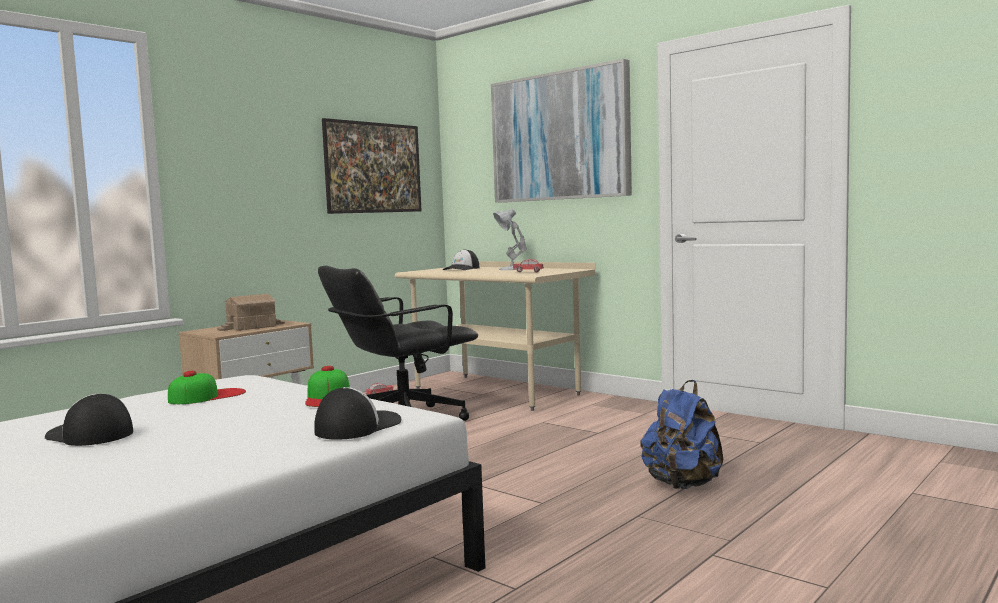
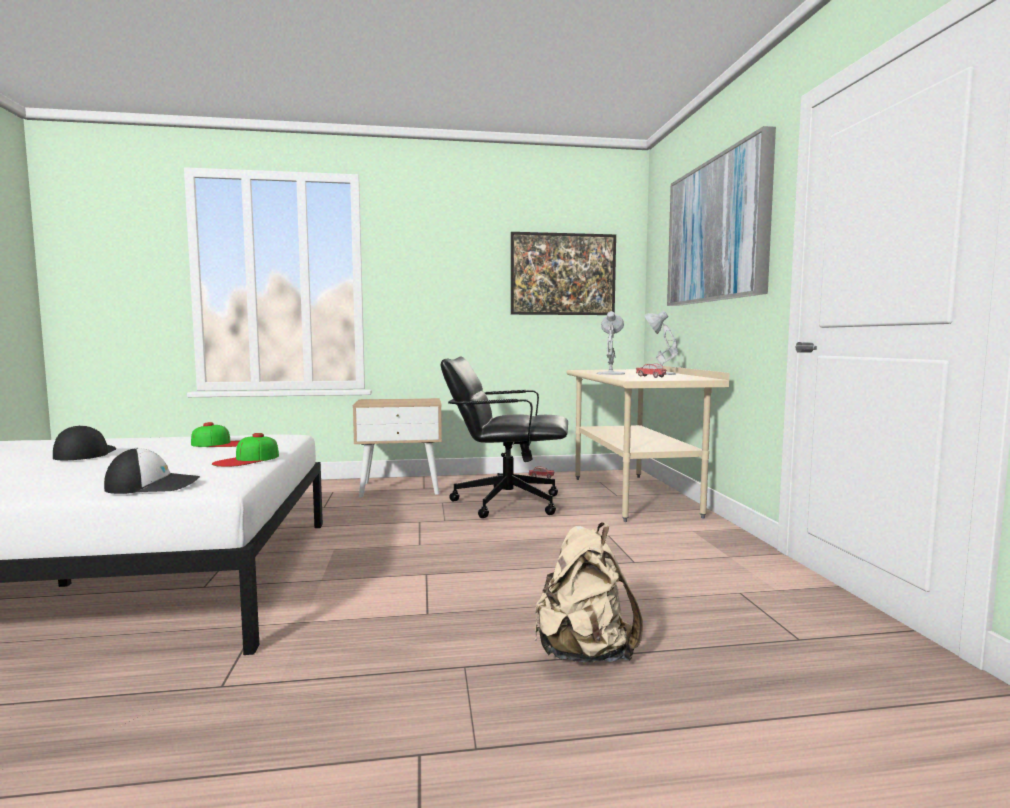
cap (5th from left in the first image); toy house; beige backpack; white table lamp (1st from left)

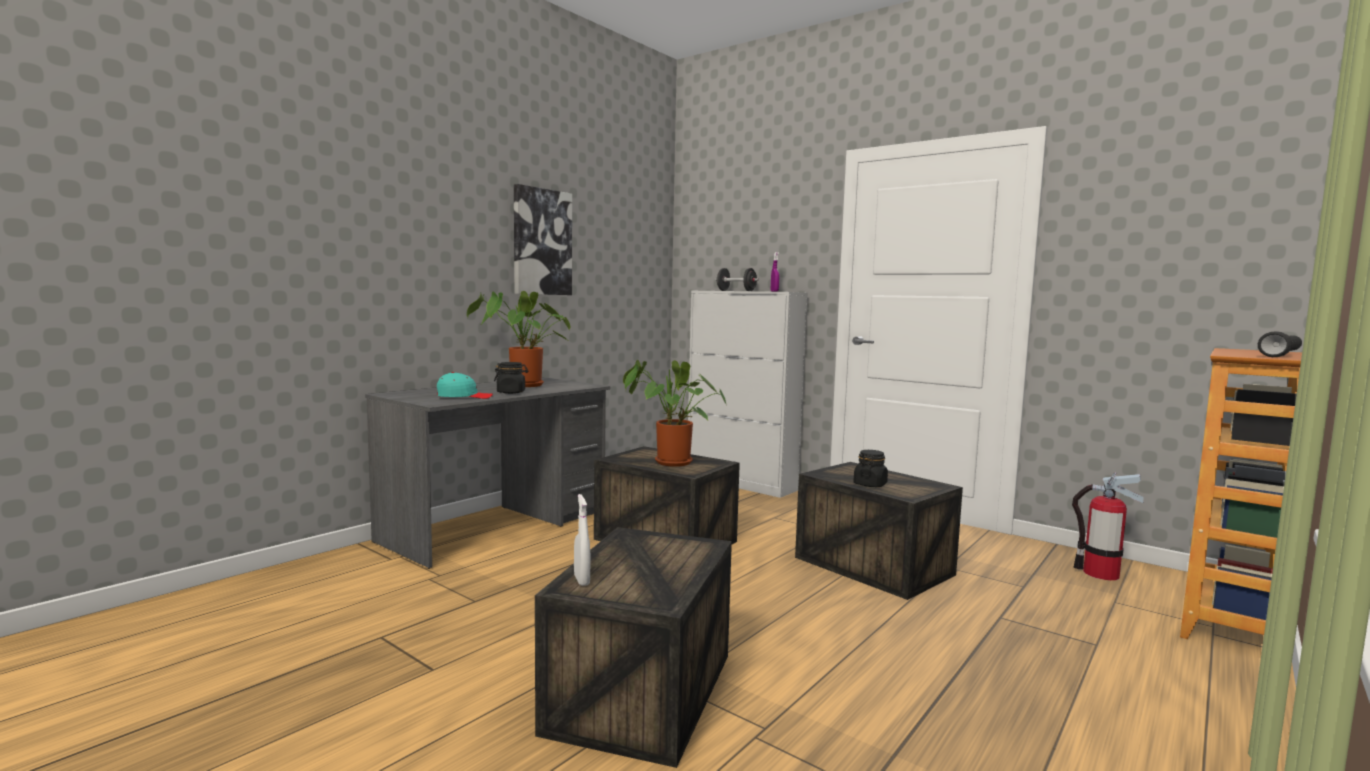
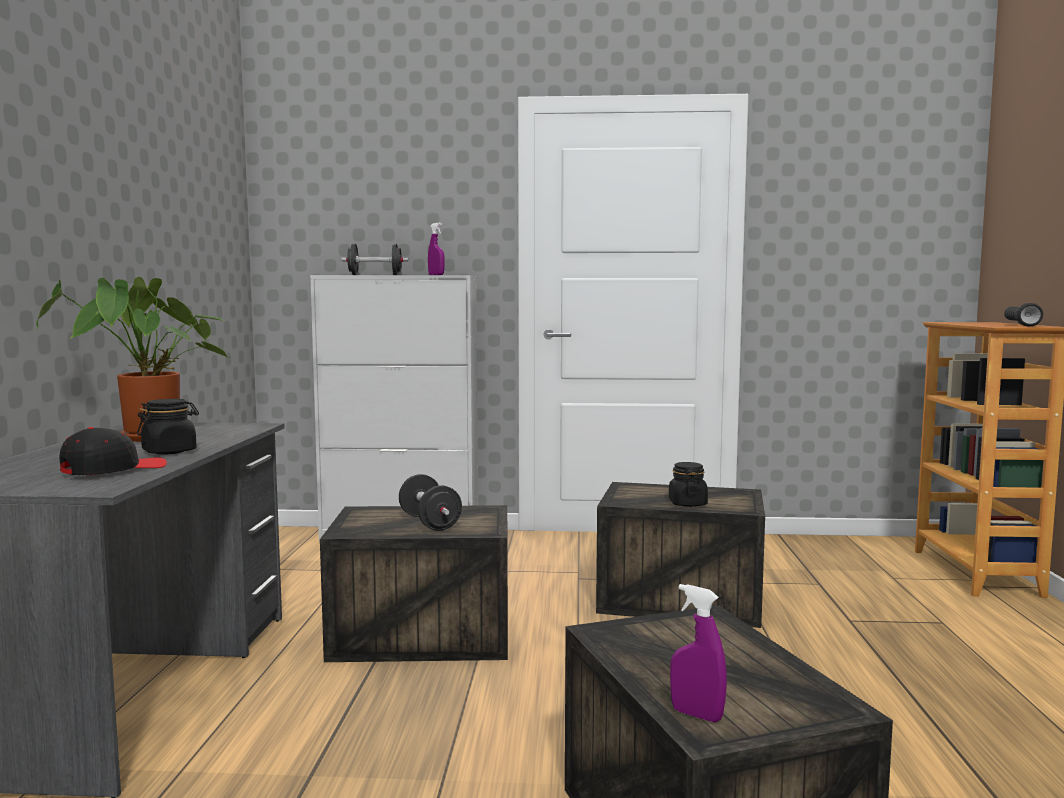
picture; black dumbbell (2nd from left); black cap; fire extinguisher; purple spray bottle (2nd from left)

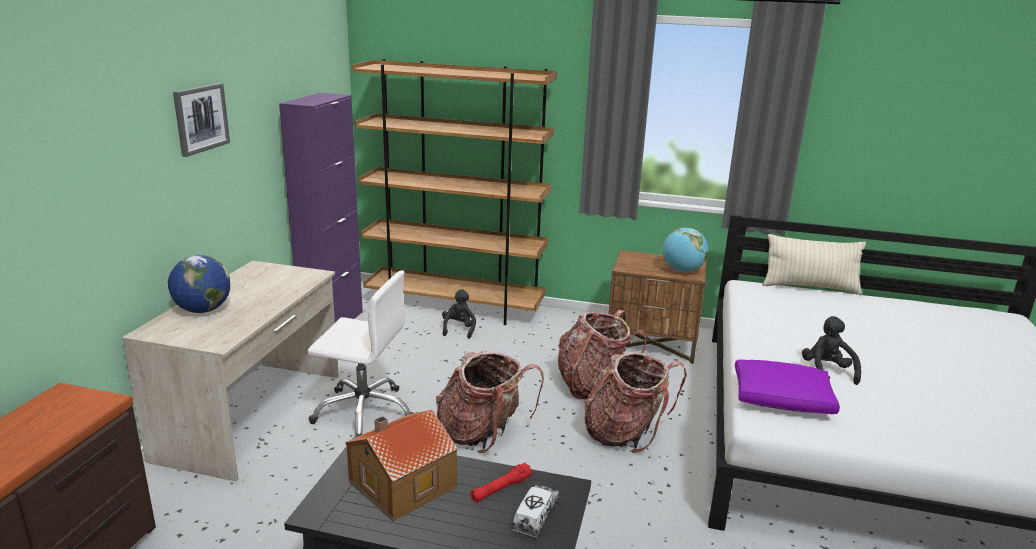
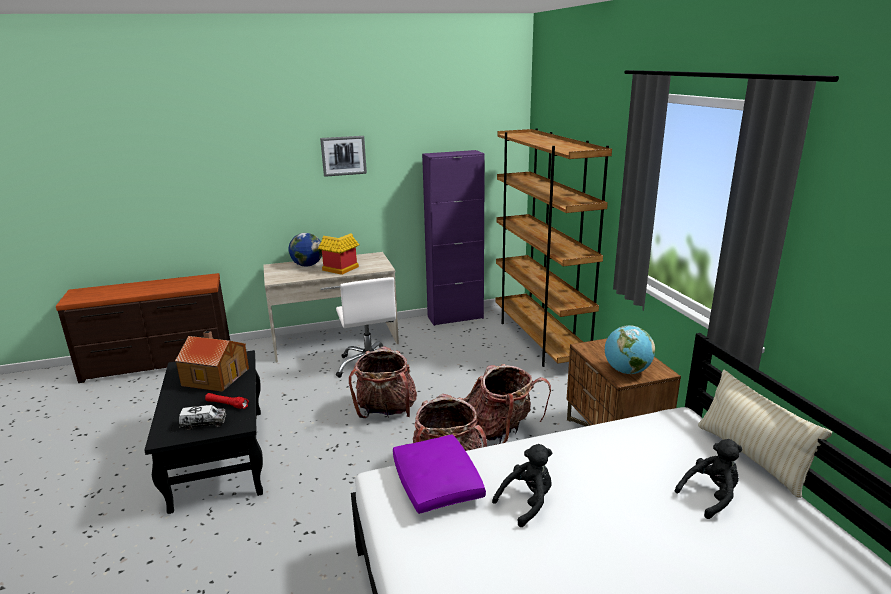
black plush toy (2nd from left); toy house (2nd from left)

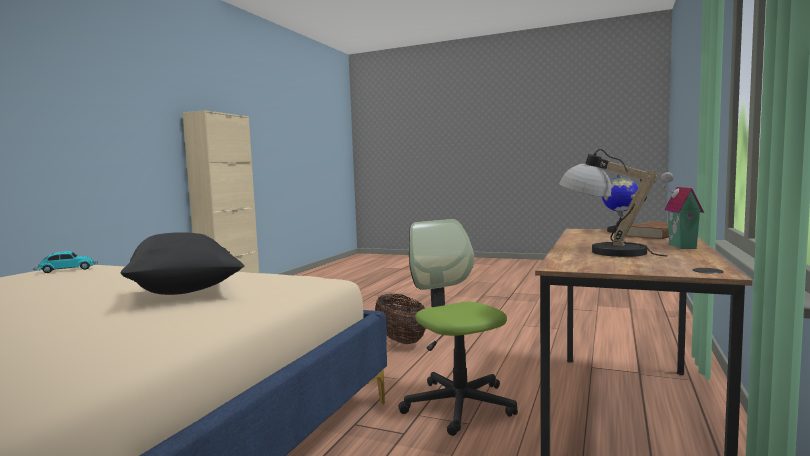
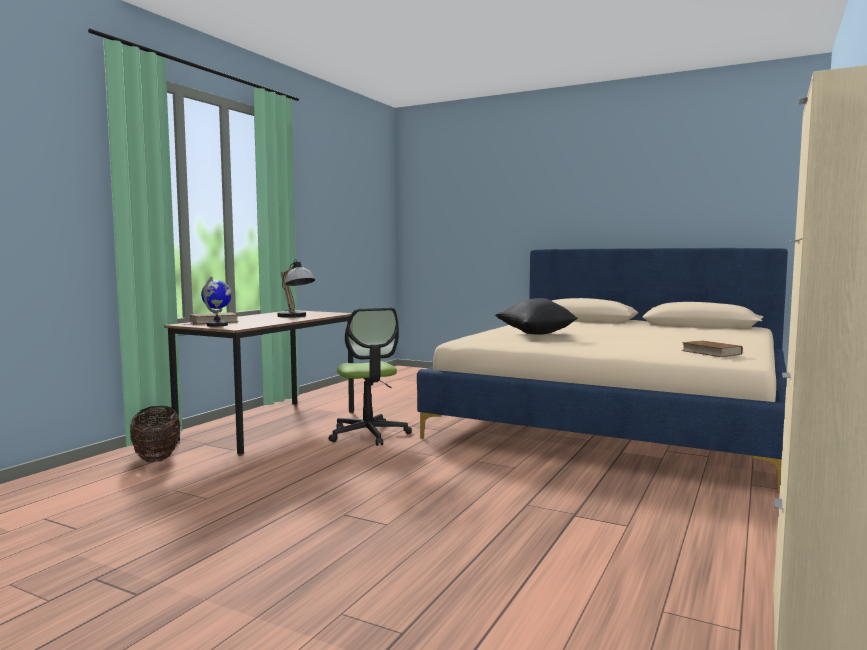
toy house; brown book (2nd from left); basket

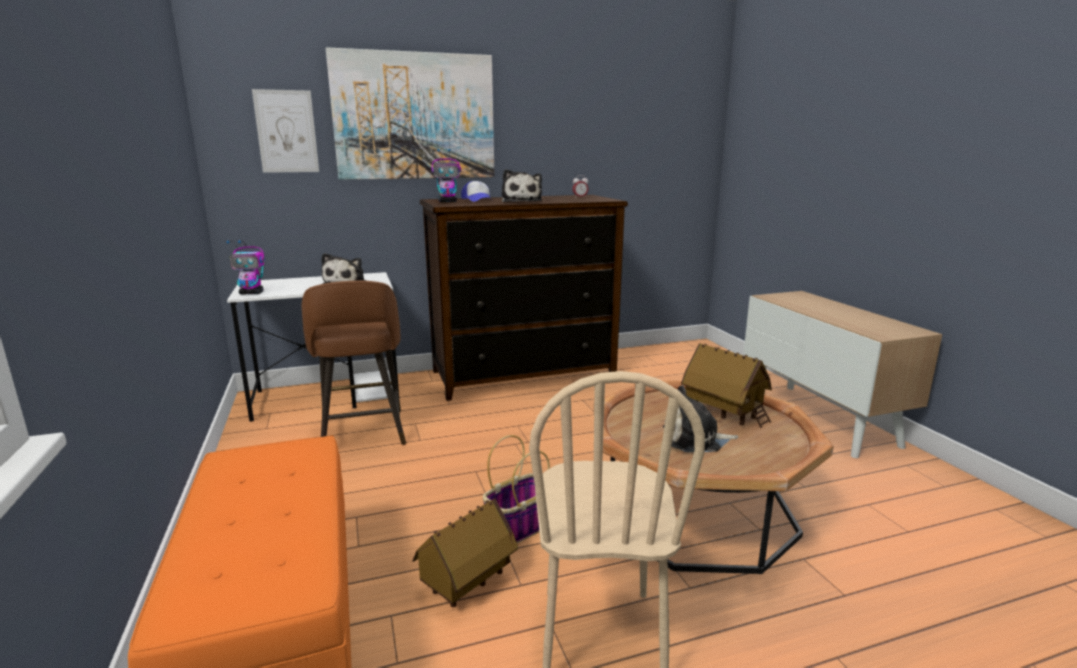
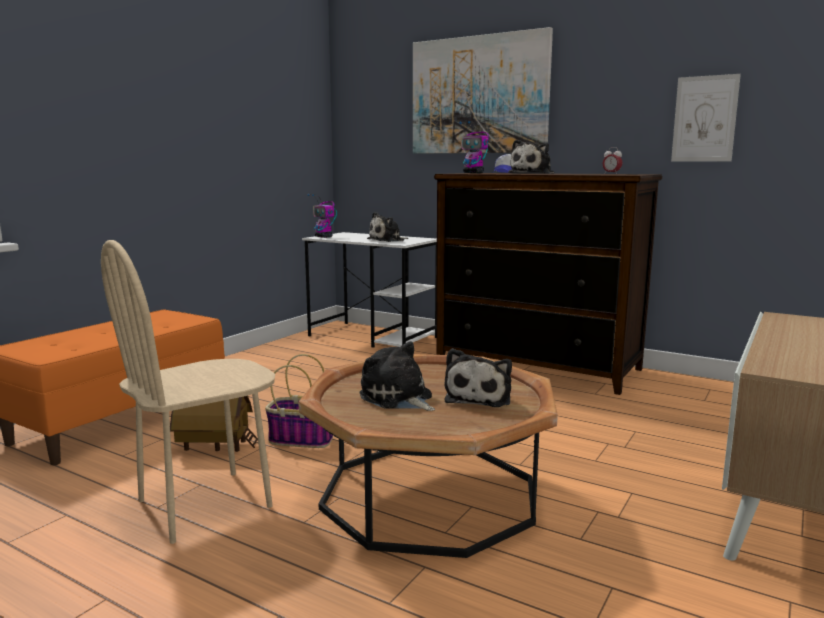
picture (2nd from left); brown stool; plush toy (3rd from left)

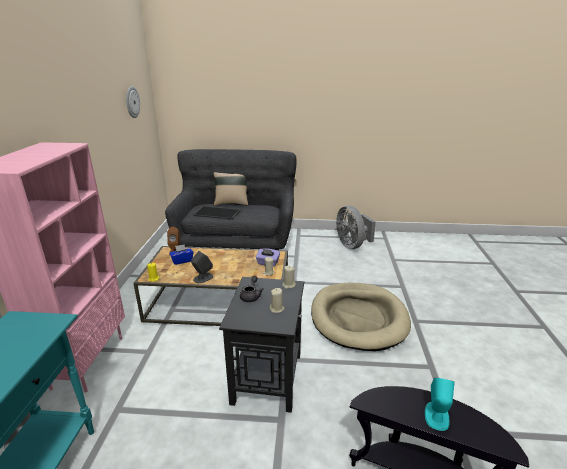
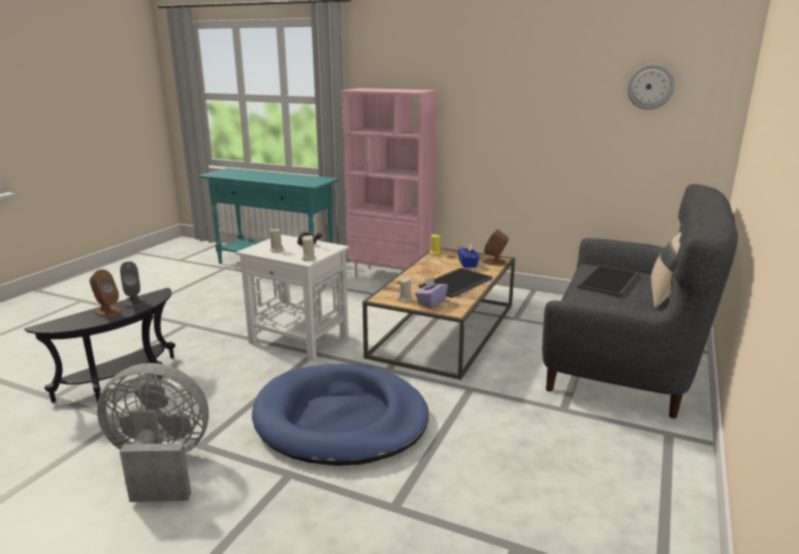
grey fan; grey speaker; white side table; blue dog bed; brown speaker (1st from left); tray (1st from left)

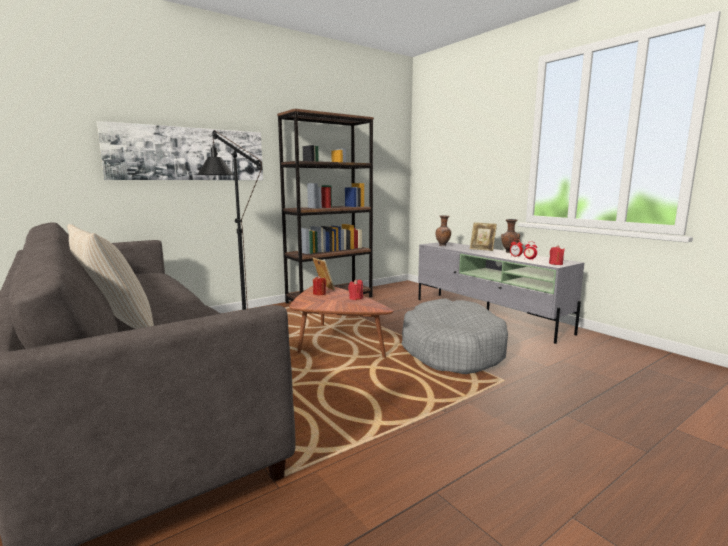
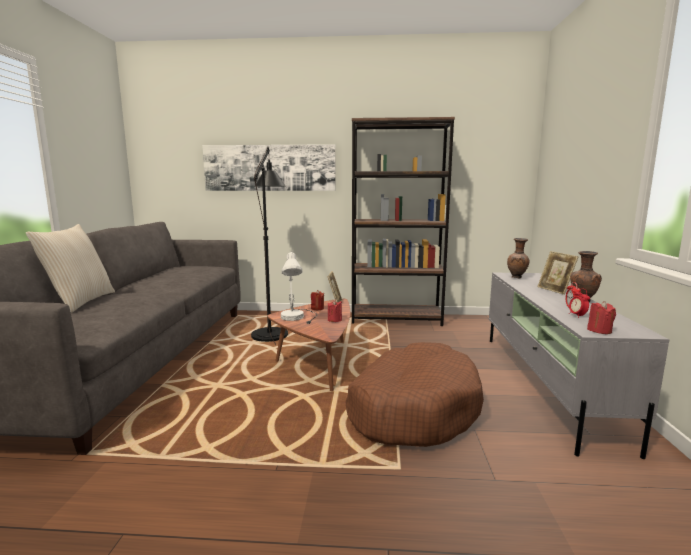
brown dog bed; white table lamp

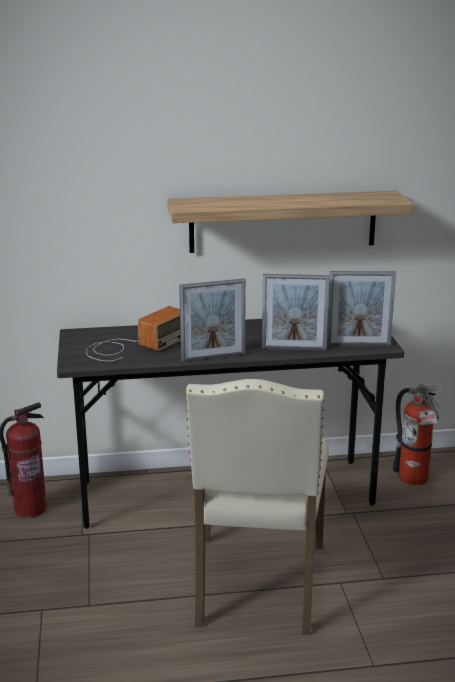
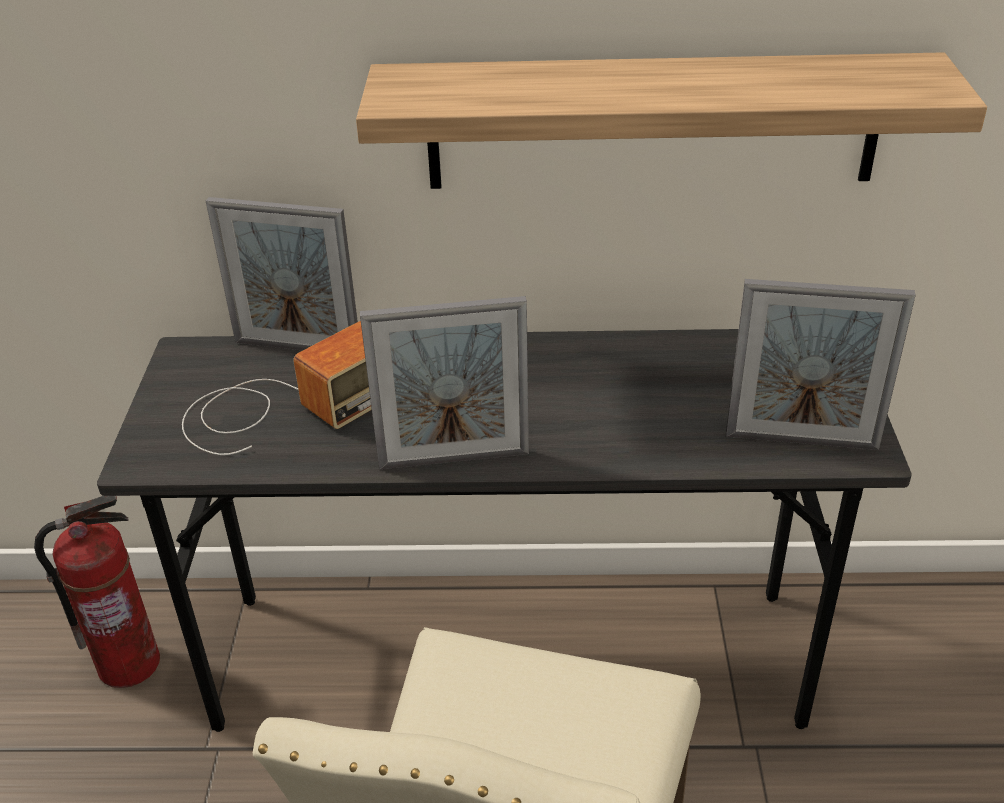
picture frame (1st from left); fire extinguisher (2nd from left in the first image)

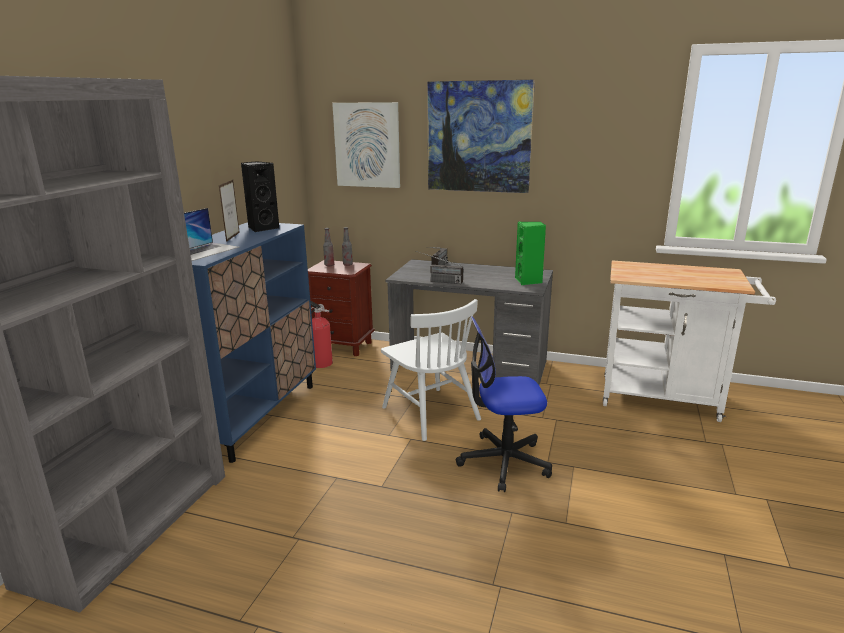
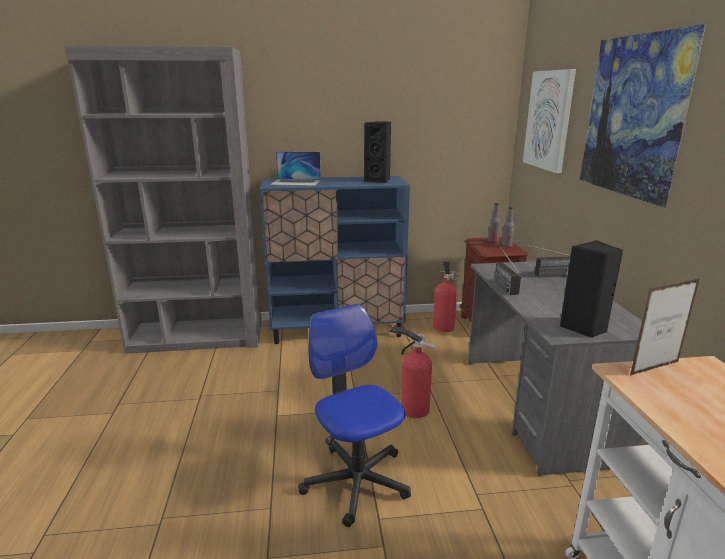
picture frame; black speaker (2nd from left); fire extinguisher (1st from left)

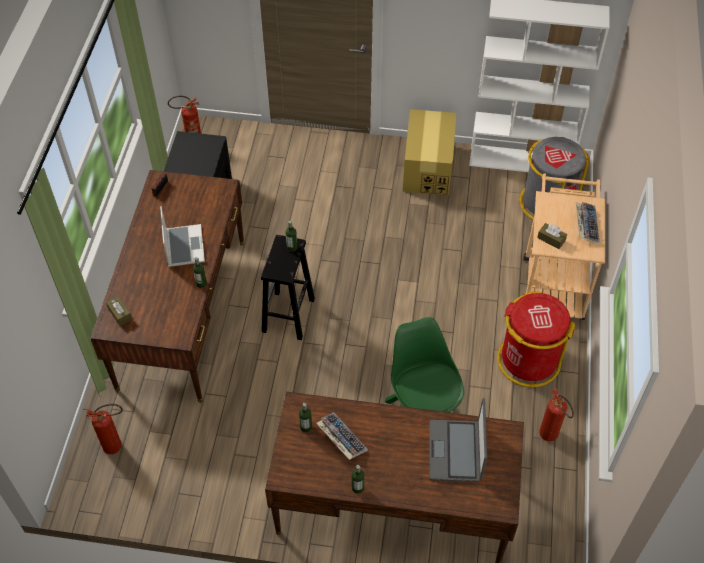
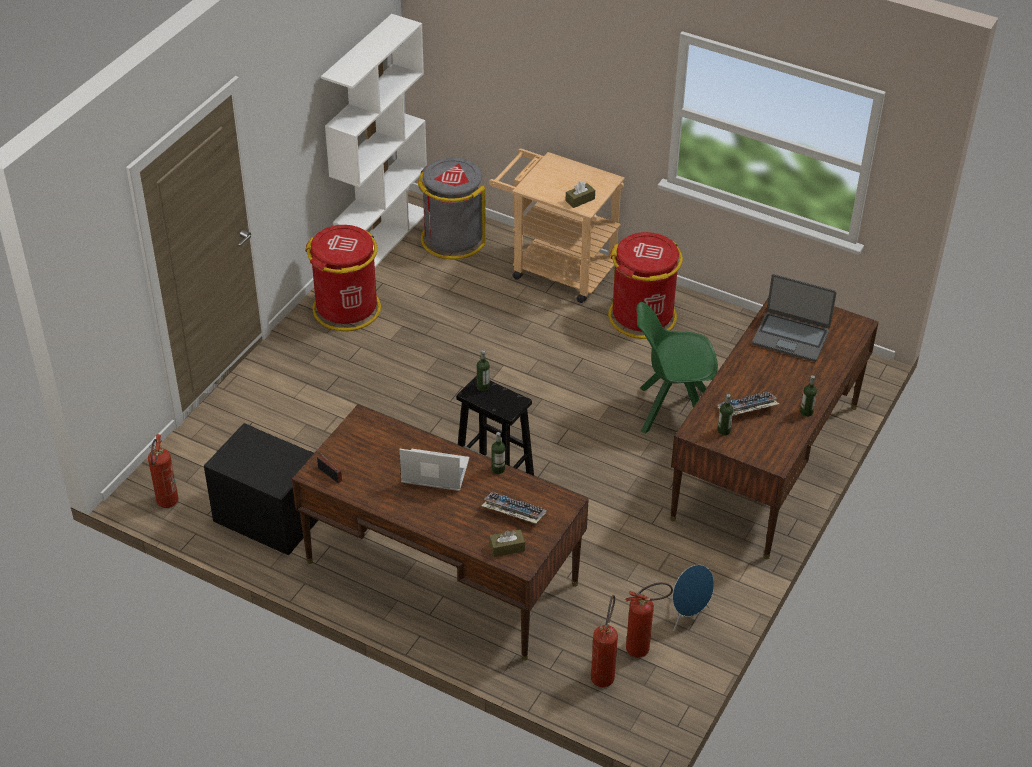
red trash can (1st from left); keyboard (1st from left); fire extinguisher (3rd from left); blue speaker

